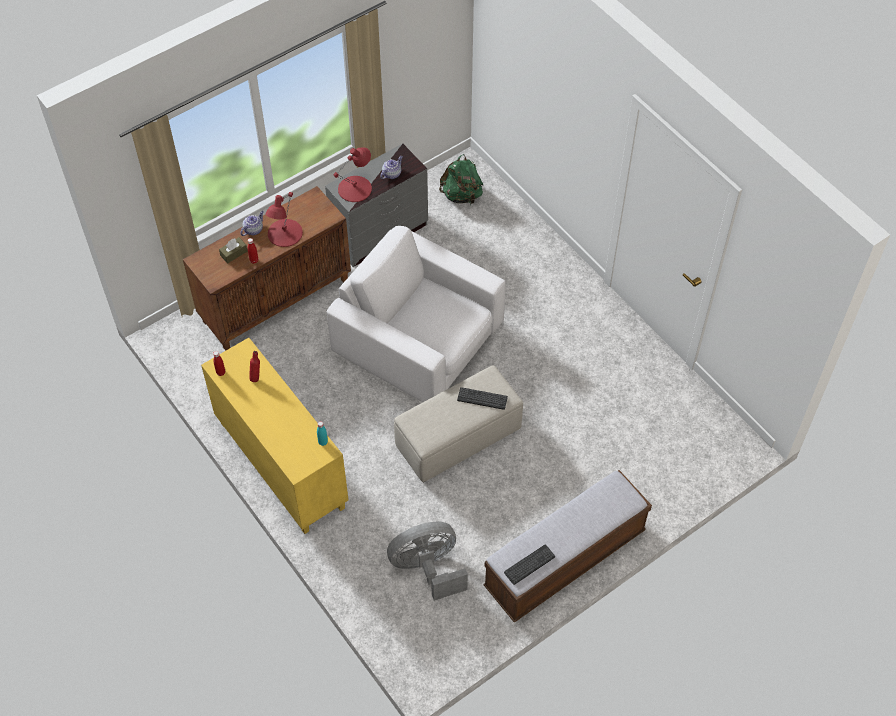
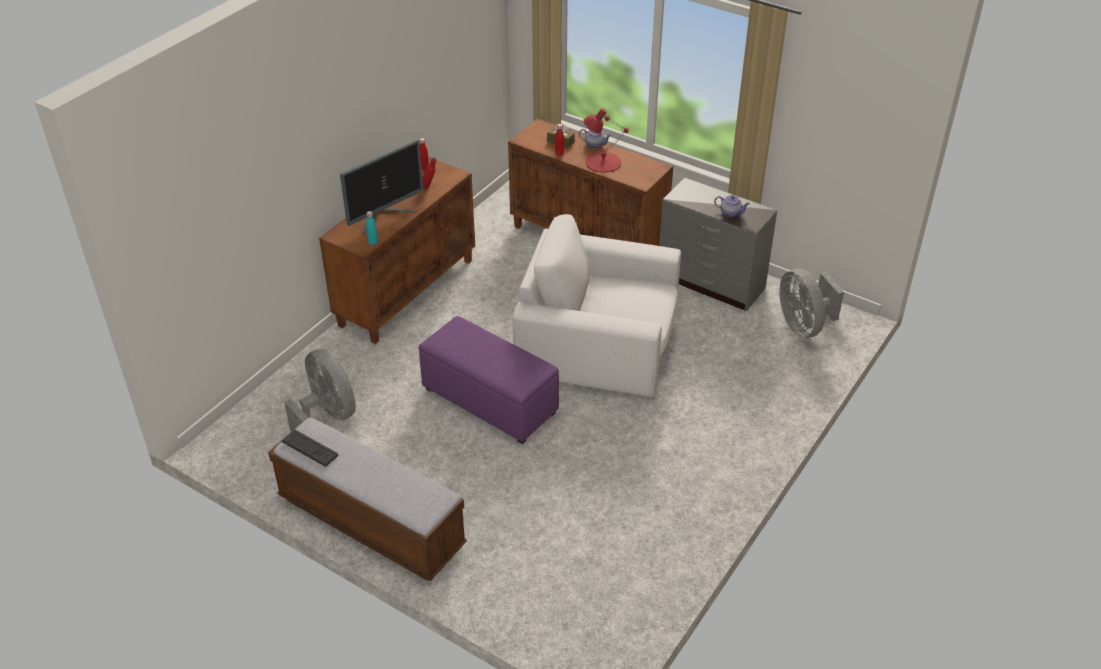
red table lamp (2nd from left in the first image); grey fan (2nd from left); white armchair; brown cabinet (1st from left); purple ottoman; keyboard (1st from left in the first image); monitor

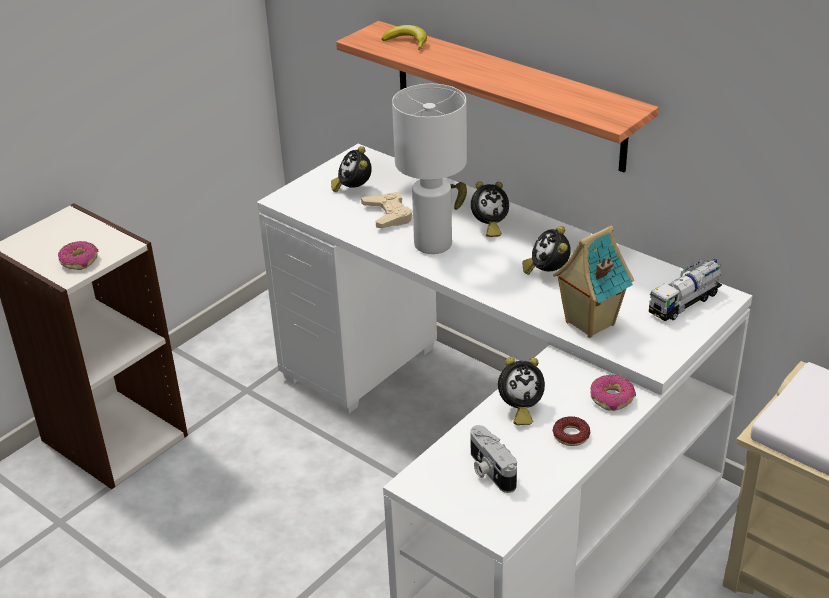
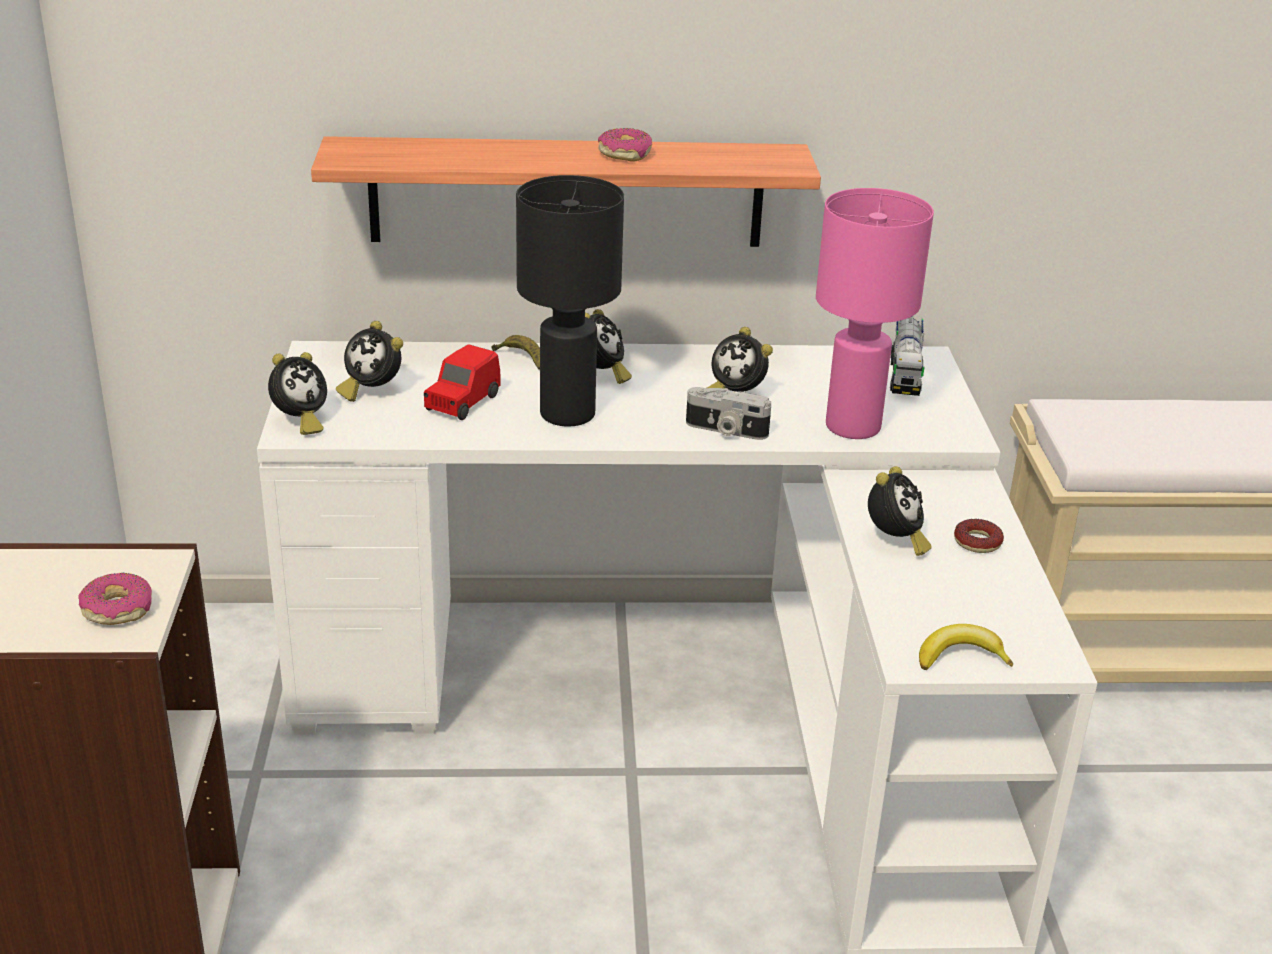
banana (2nd from left); black table lamp; red toy car; pink table lamp; donut (2nd from left); photo camera; alarm clock (1st from left)

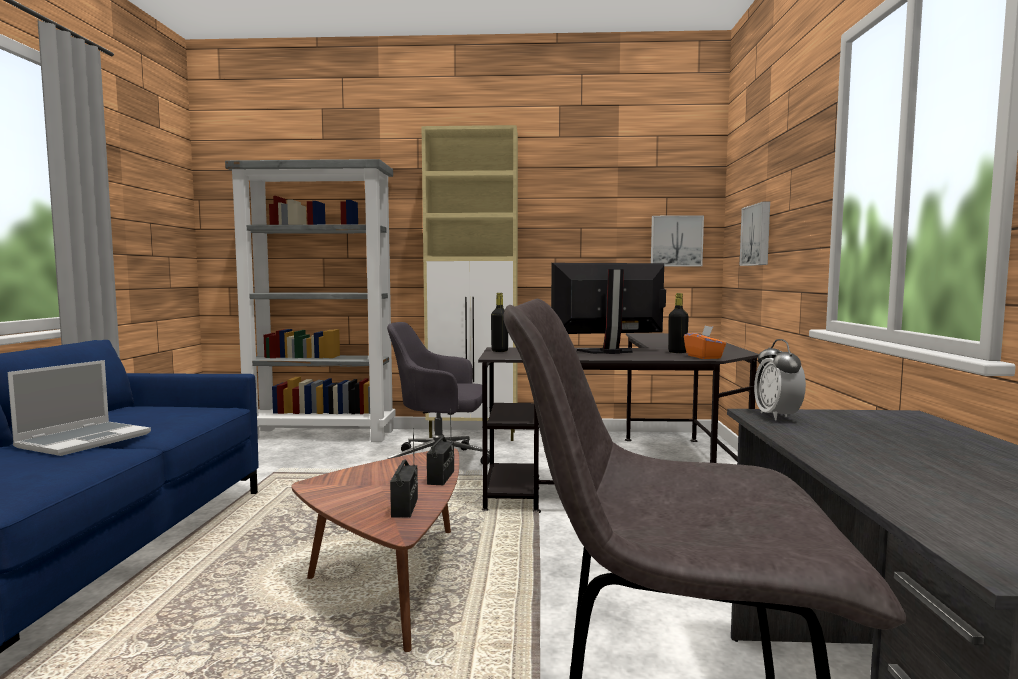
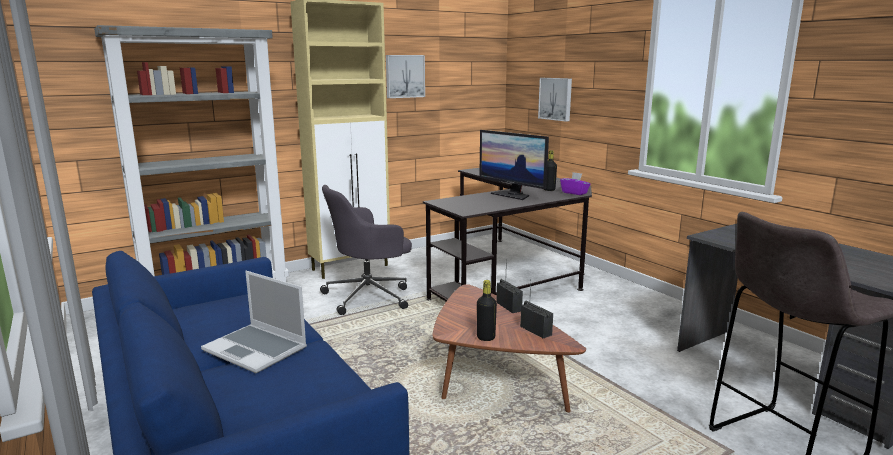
picture (1st from left); monitor; black bottle (1st from left); purple tissue box; alarm clock; laptop

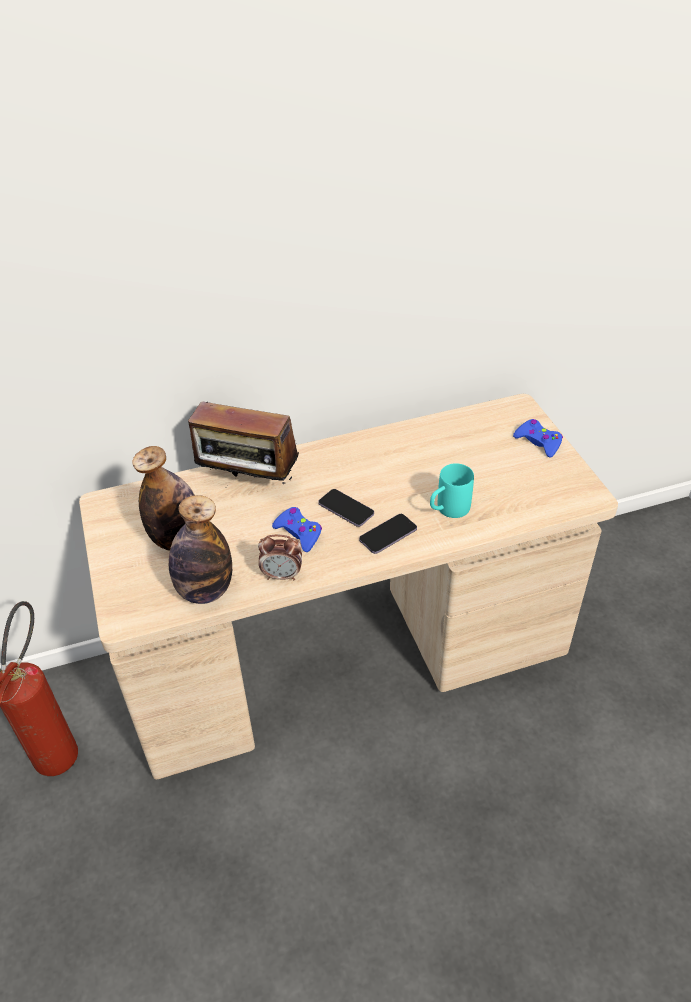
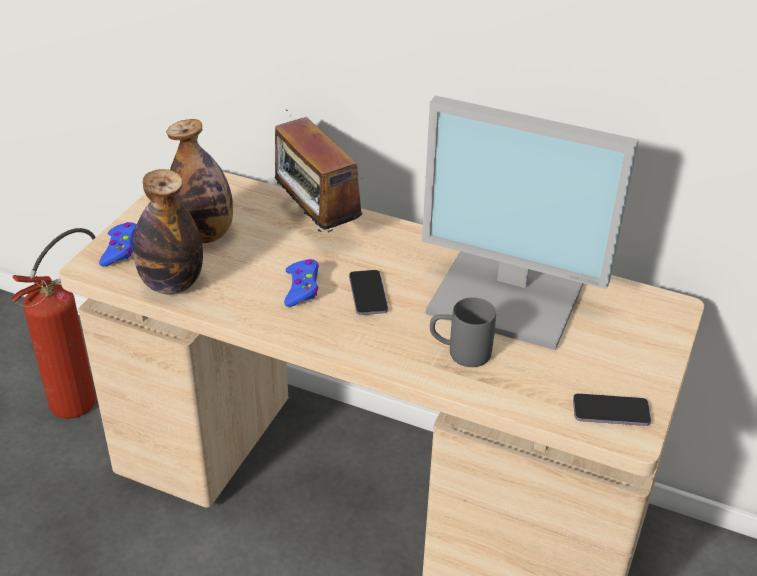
blue game controller (1st from left); grey mug; phone (2nd from left); alarm clock; monitor

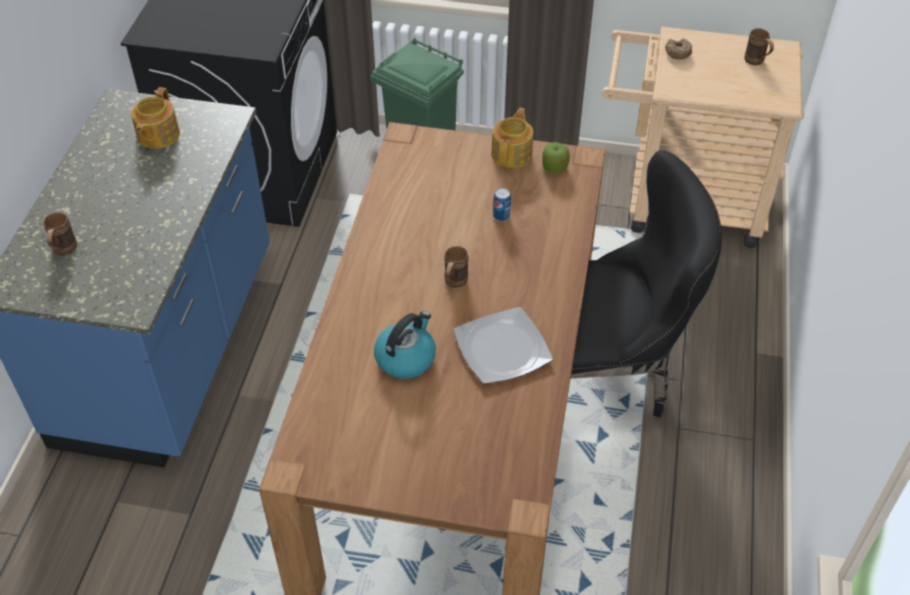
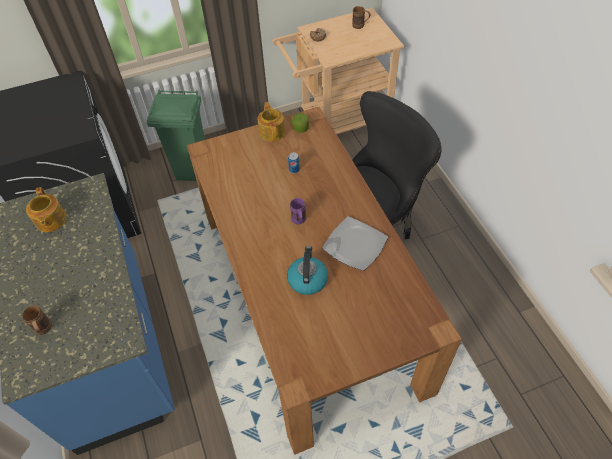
purple mug

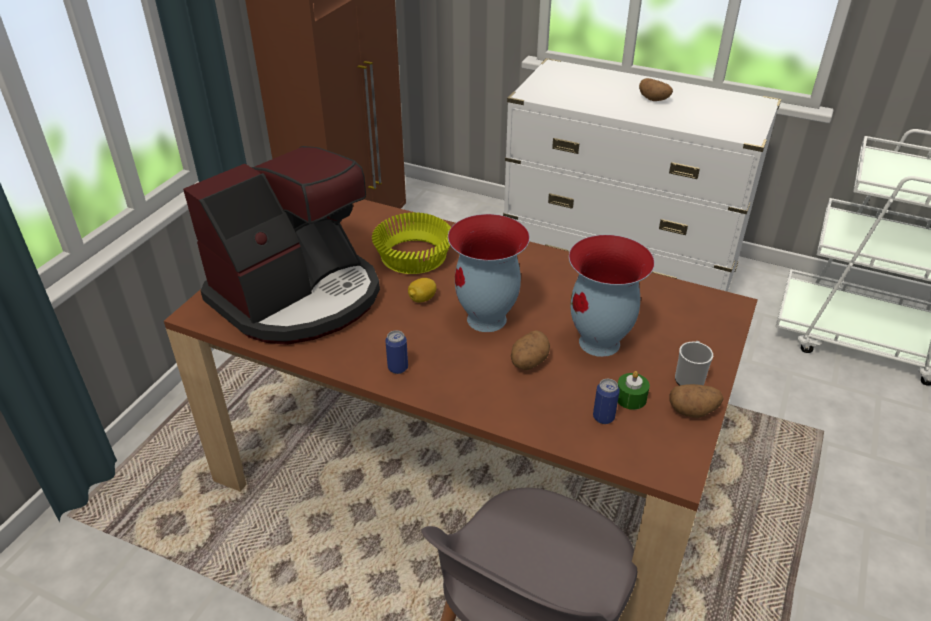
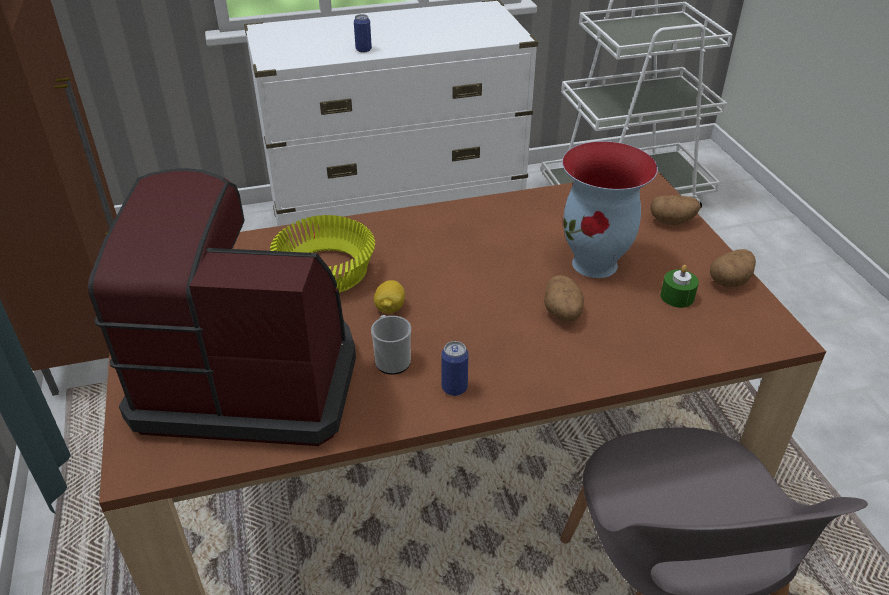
potato (2nd from left); coffee machine; vase (1st from left in the first image); mug; can (1st from left)

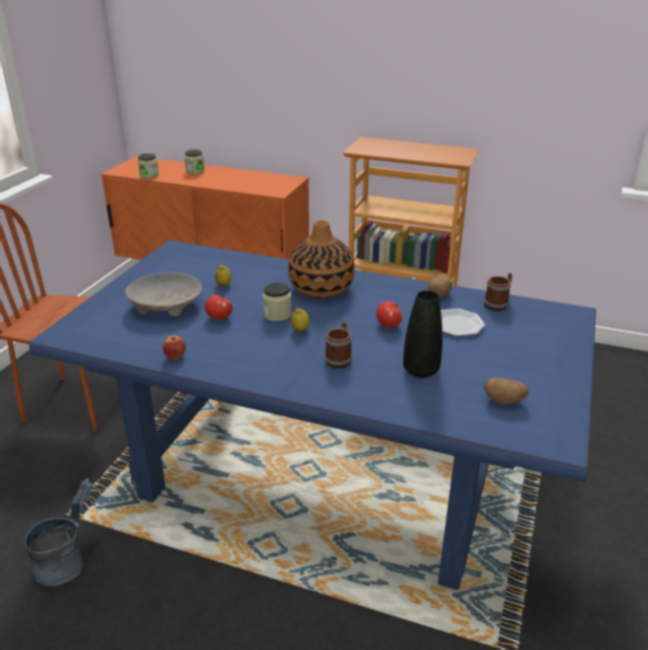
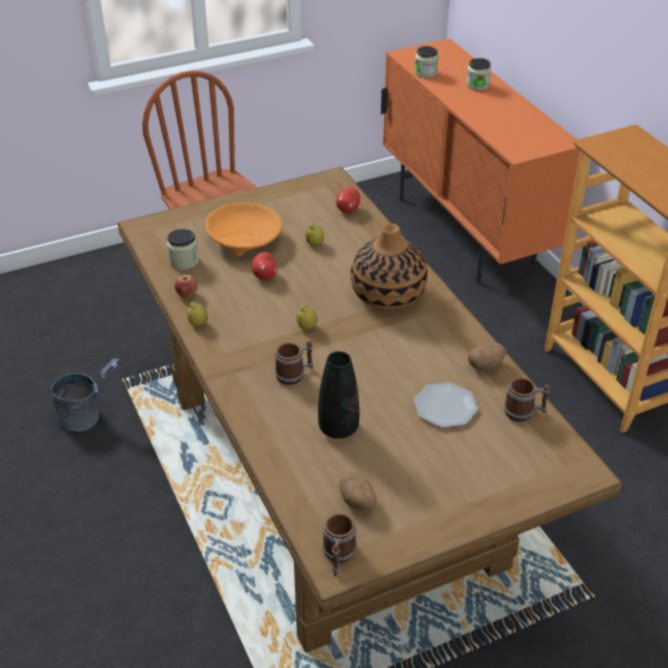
brown dining table; orange bowl; jar (1st from left); apple (3rd from left); lemon (1st from left); mug (2nd from left)

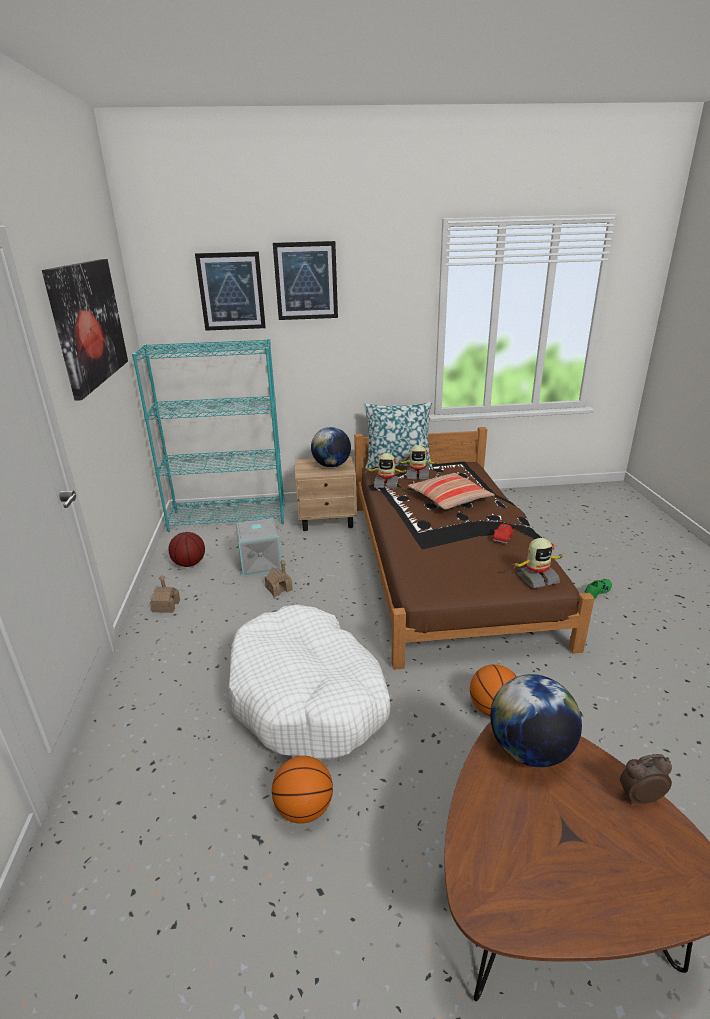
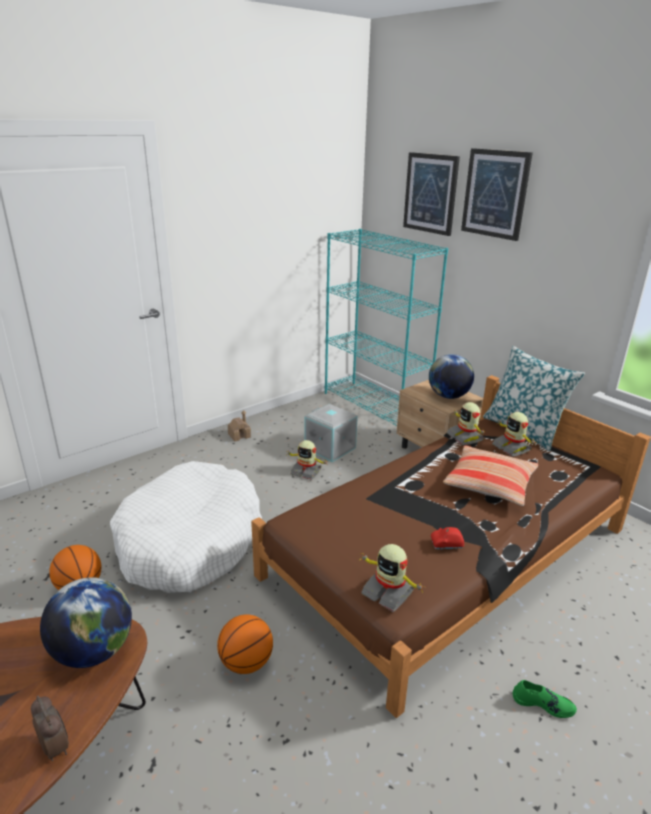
picture (1st from left in the first image); basketball (1st from left in the first image); toy robot (1st from left)

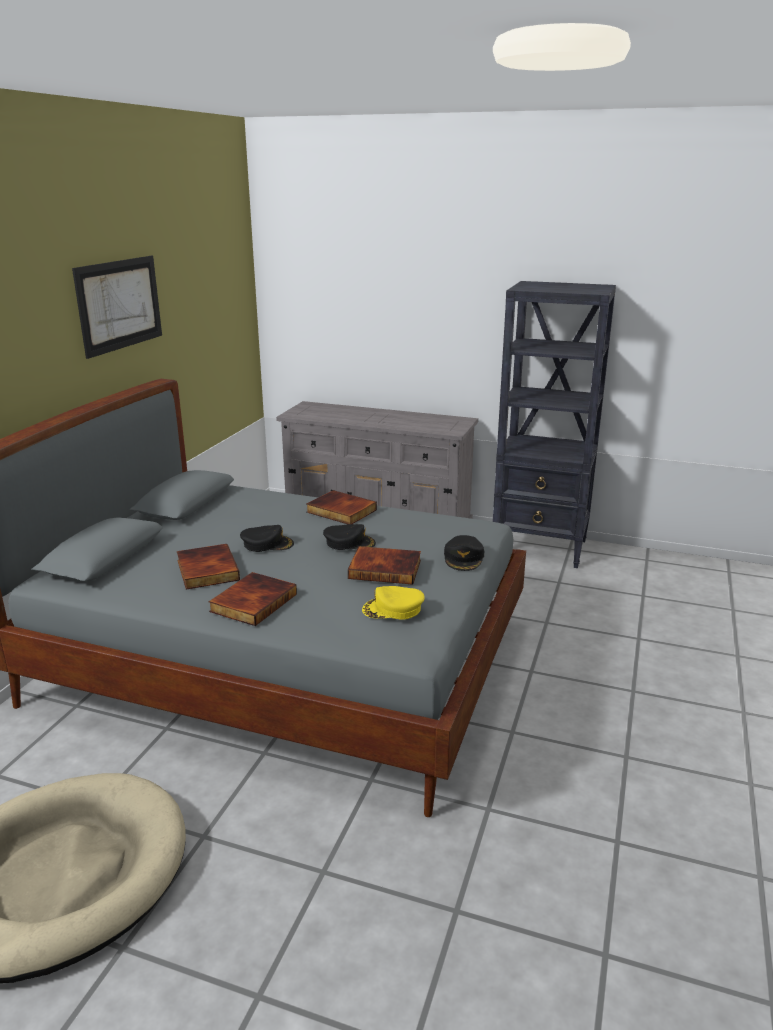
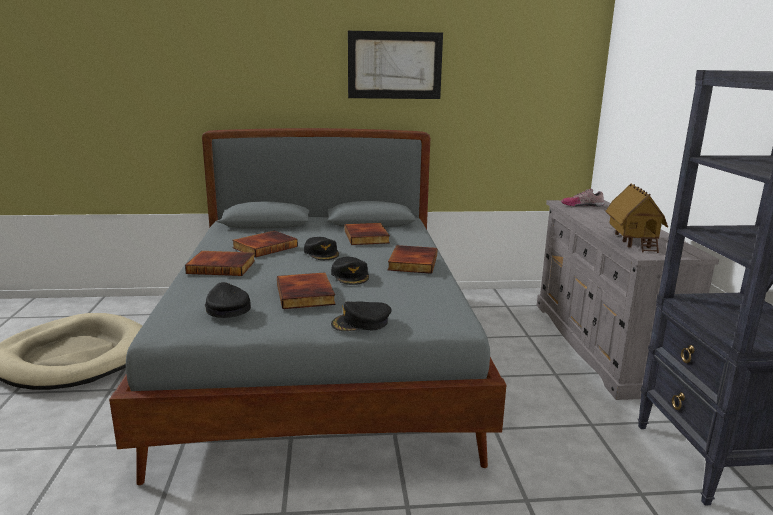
black cap (1st from left); toy house; shoe; book (4th from left)

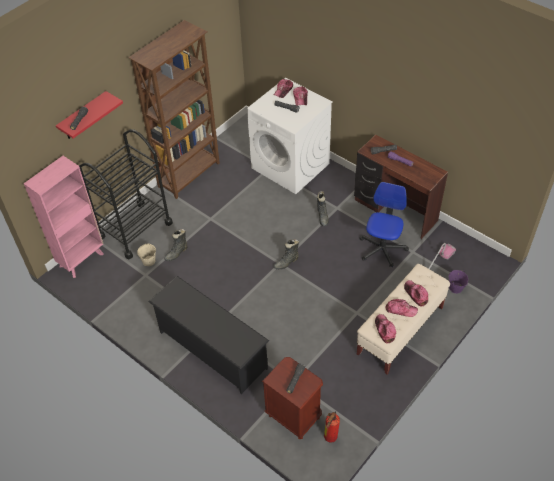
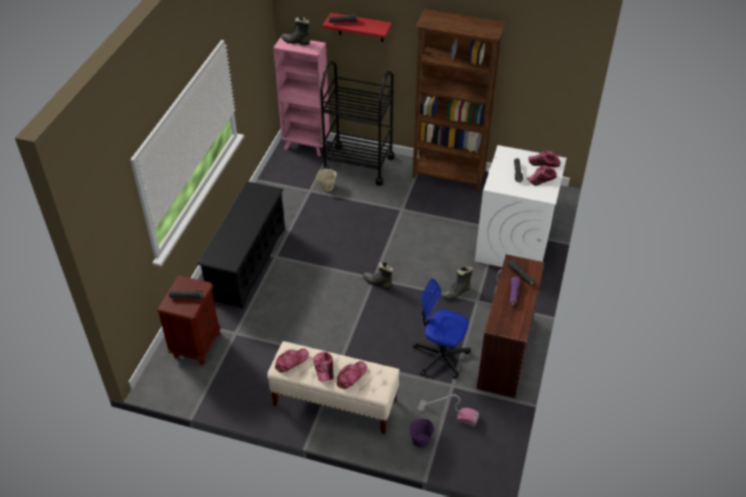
office chair; black boot (1st from left); fire extinguisher

